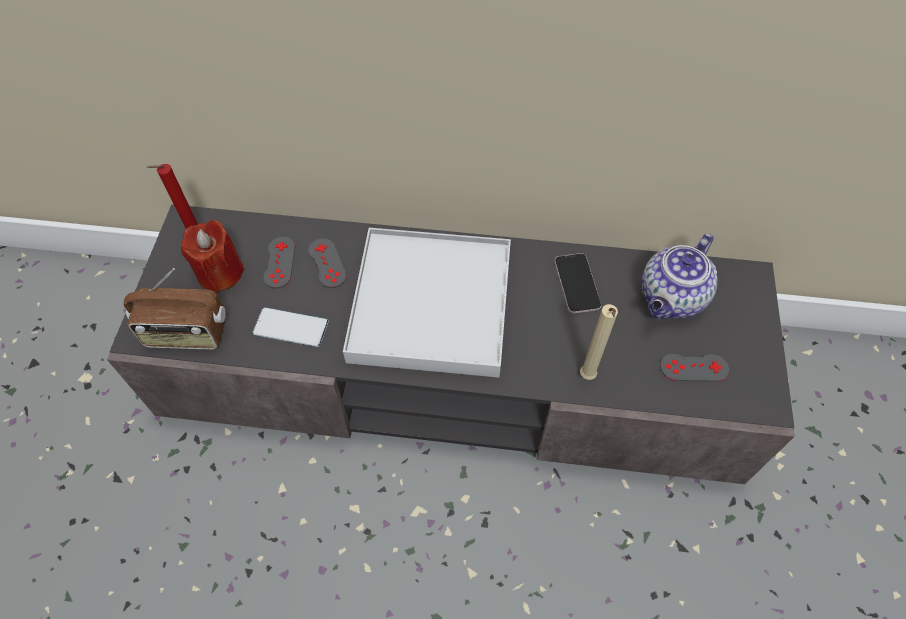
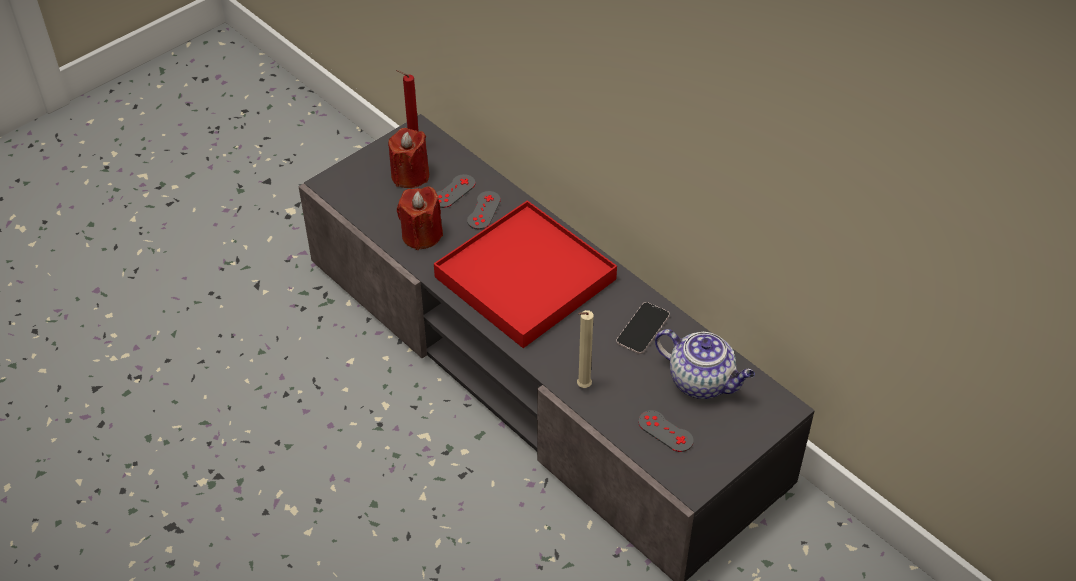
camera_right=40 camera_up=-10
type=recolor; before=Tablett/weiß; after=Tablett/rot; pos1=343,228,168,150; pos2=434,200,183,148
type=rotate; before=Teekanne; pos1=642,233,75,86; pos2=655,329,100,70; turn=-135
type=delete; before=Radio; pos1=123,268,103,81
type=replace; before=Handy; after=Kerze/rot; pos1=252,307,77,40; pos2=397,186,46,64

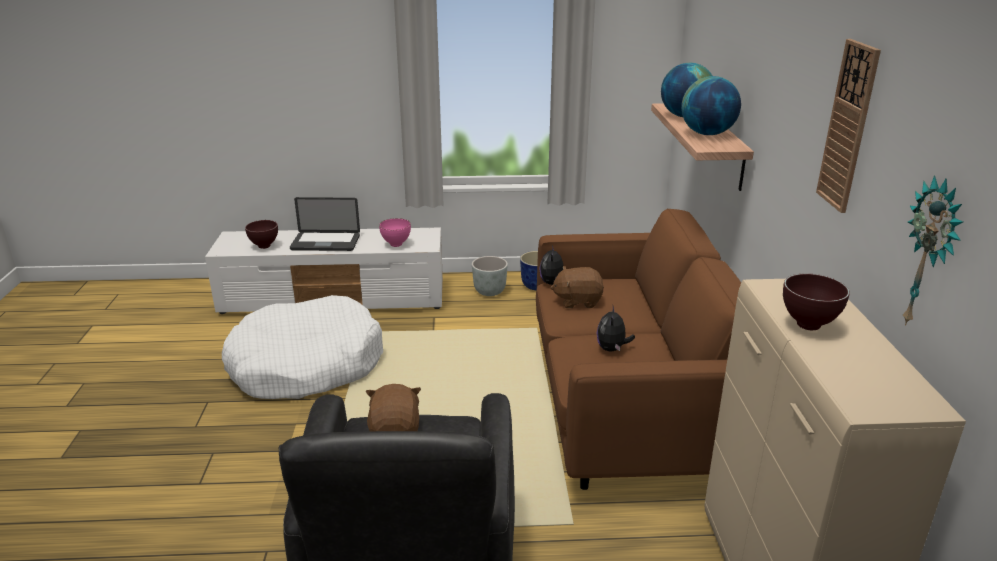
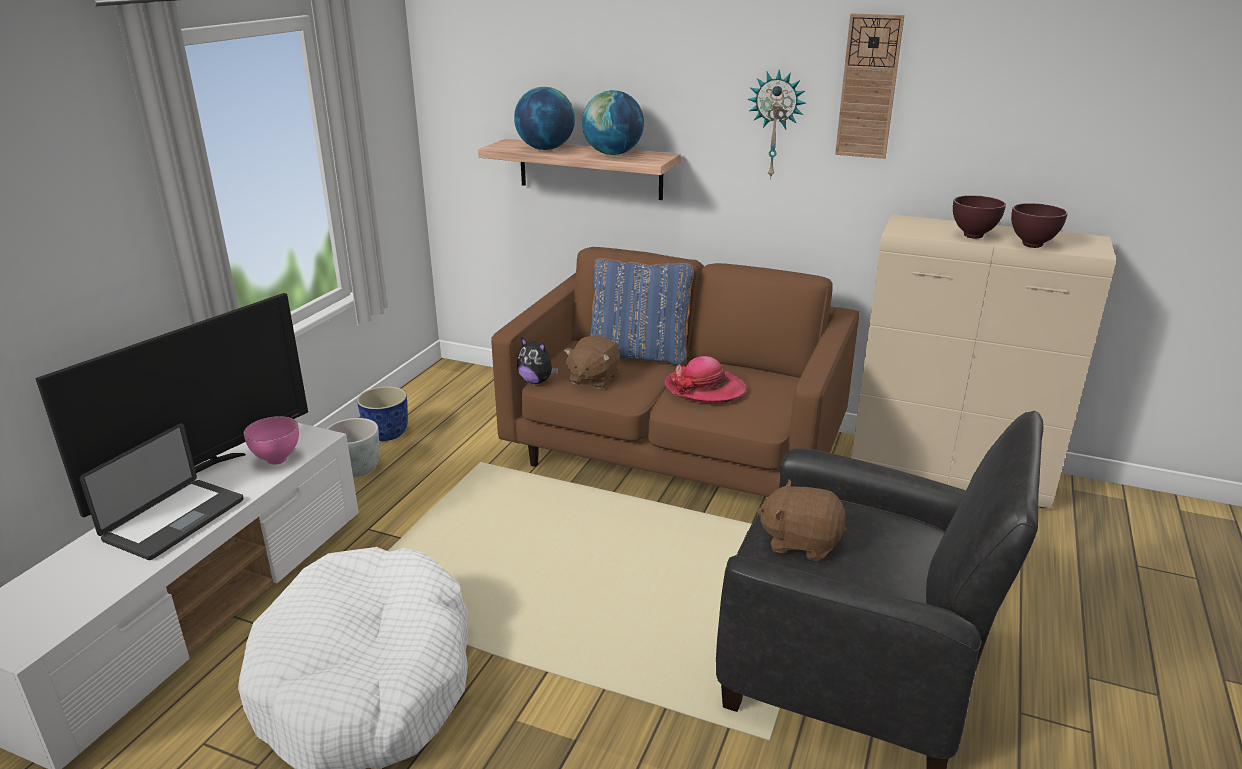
camera_right=-65 camera_up=0
type=move; before=Wanduhr; pos1=902,175,61,151; pos2=747,69,59,110
type=move; before=Schüssel/braun; pos1=245,220,33,29; pos2=1011,203,57,45
type=replace; before=Plüschtier; after=Hut; pos1=597,306,38,45; pos2=664,356,82,47
type=insert; after=Kissen/blau; pos2=590,258,104,107
type=insert; after=Fernseher; pos2=35,293,273,225

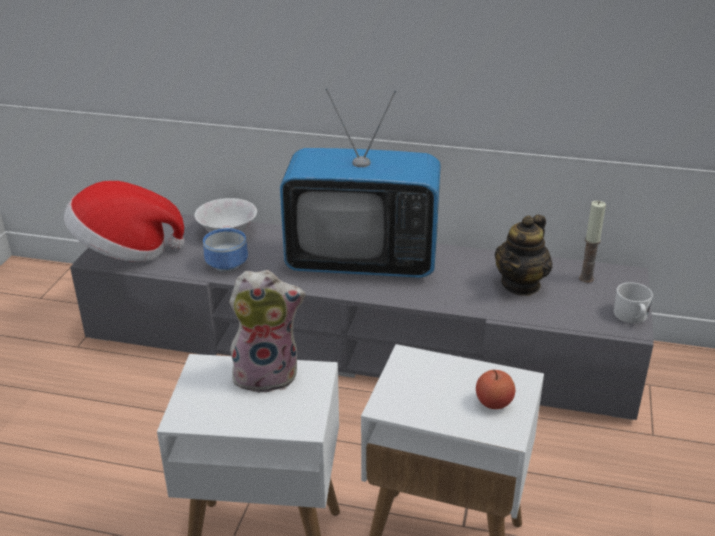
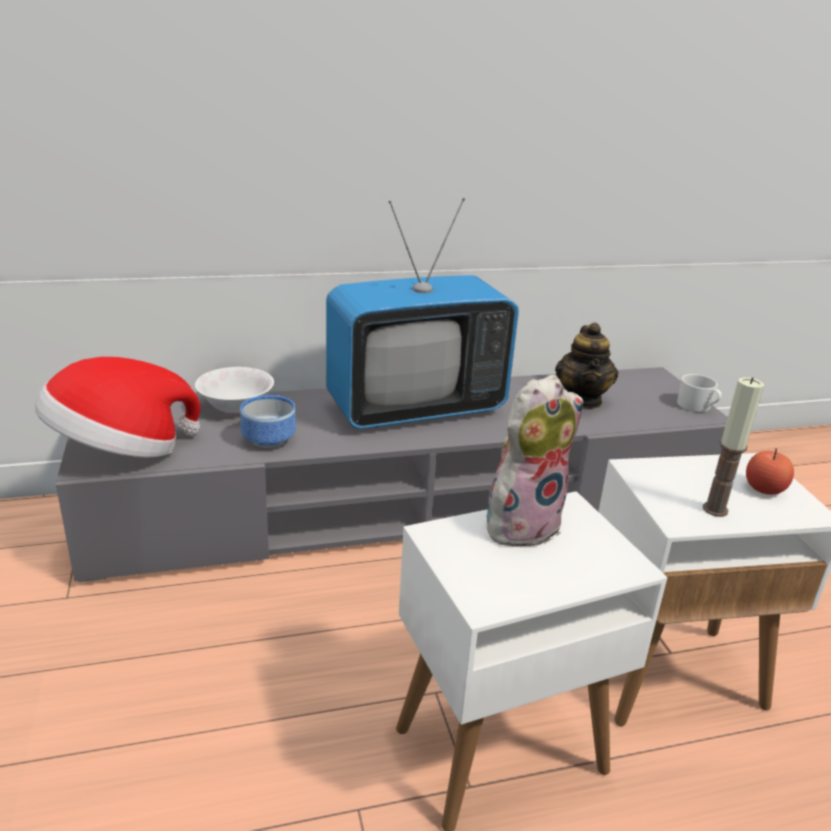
camera_right=-30 camera_up=-5
type=move; before=Kerze; pos1=579,201,27,82; pos2=703,377,61,140

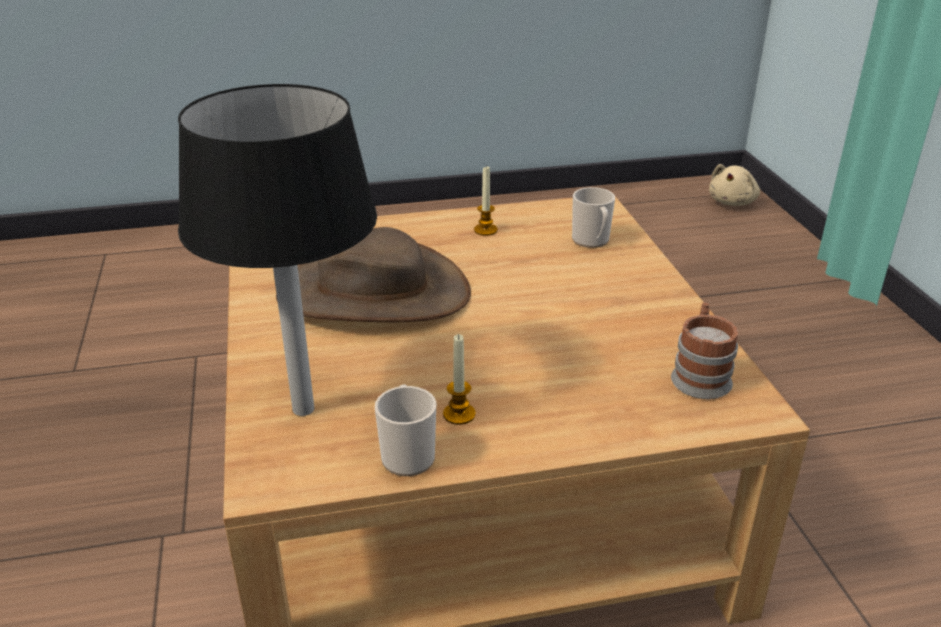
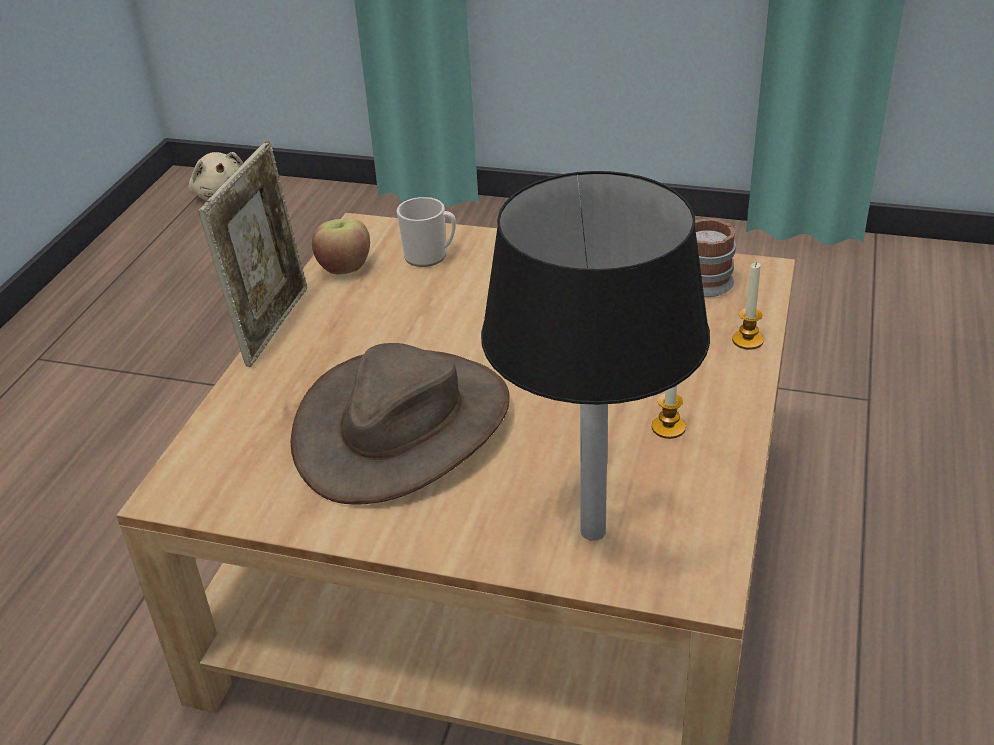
camera_right=-60 camera_up=5
type=move; before=Kerze; pos1=474,165,24,71; pos2=732,263,32,87
type=delete; before=Henkelbecher; pos1=375,385,61,91
type=insert; after=Bilderrahmen; pos2=198,141,109,226
type=insert; after=Apfel; pos2=312,219,58,55

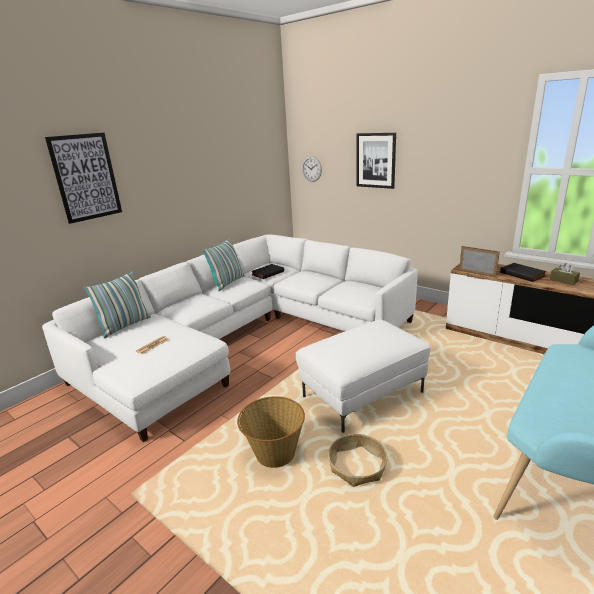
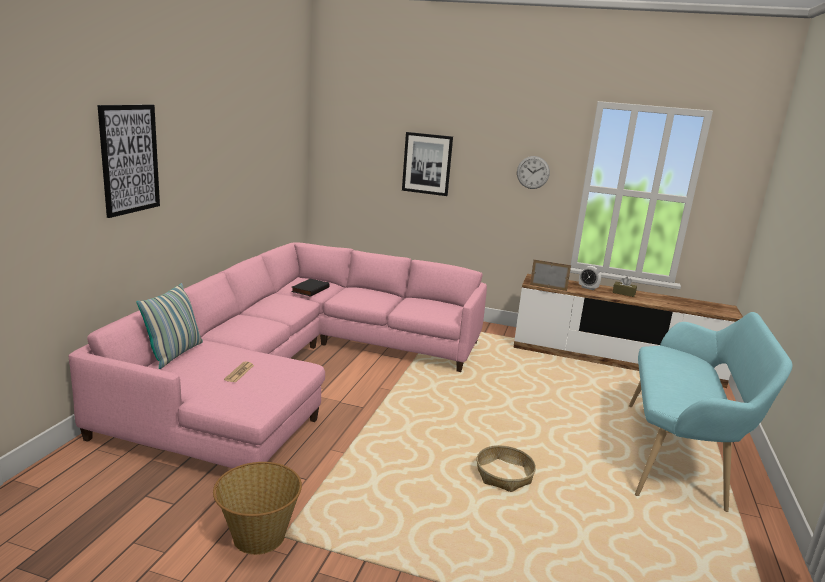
camera_right=-25 camera_up=-5
type=move; before=Wanduhr; pos1=302,156,20,26; pos2=517,156,33,33
type=recolor; before=Sofa/weiß; after=Sofa/rosa; pos1=42,234,376,208; pos2=68,242,419,226
type=delete; before=Kissen; pos1=202,238,43,53
type=replace; before=Buch/schwarz; after=Wecker; pos1=500,263,47,19; pos2=579,266,22,24
type=delete; before=Polsterhocker/weiß; pos1=296,319,134,114
type=move; before=Korb; pos1=237,396,68,72; pos2=213,462,89,93

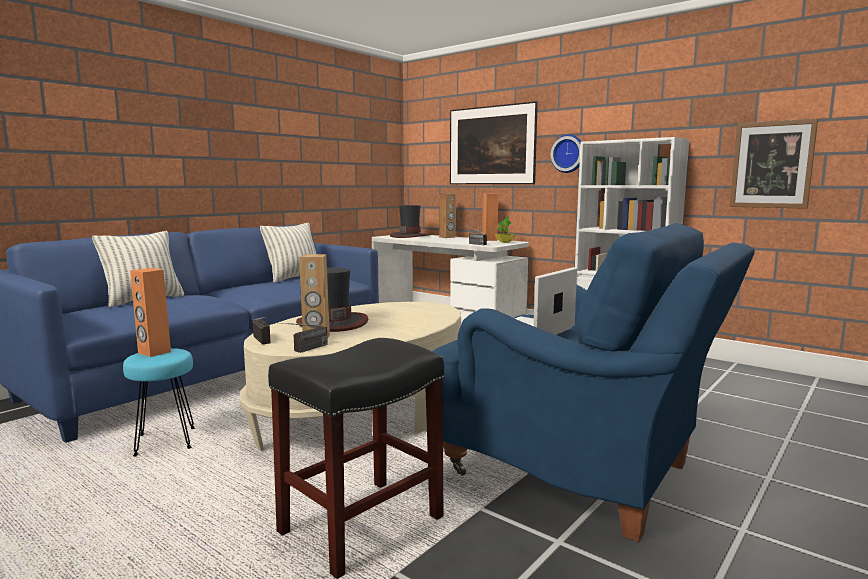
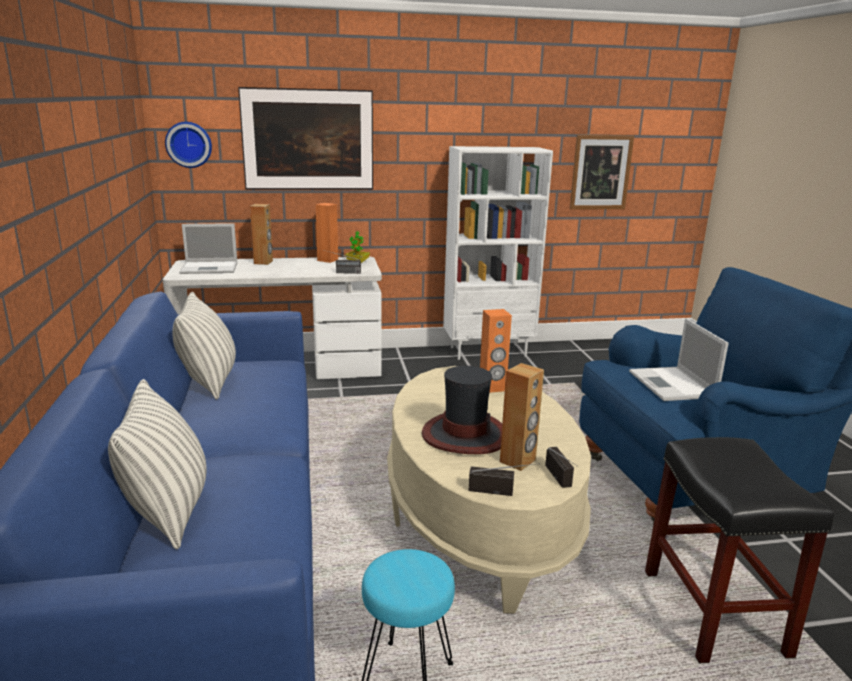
camera_right=-50 camera_up=10
type=move; before=Wanduhr; pos1=551,134,31,39; pos2=165,122,47,46
type=replace; before=Hut; after=Laptop; pos1=390,205,40,33; pos2=179,223,58,51
type=move; before=Lautsprecher/orange; pos1=130,268,41,89; pos2=480,309,32,84

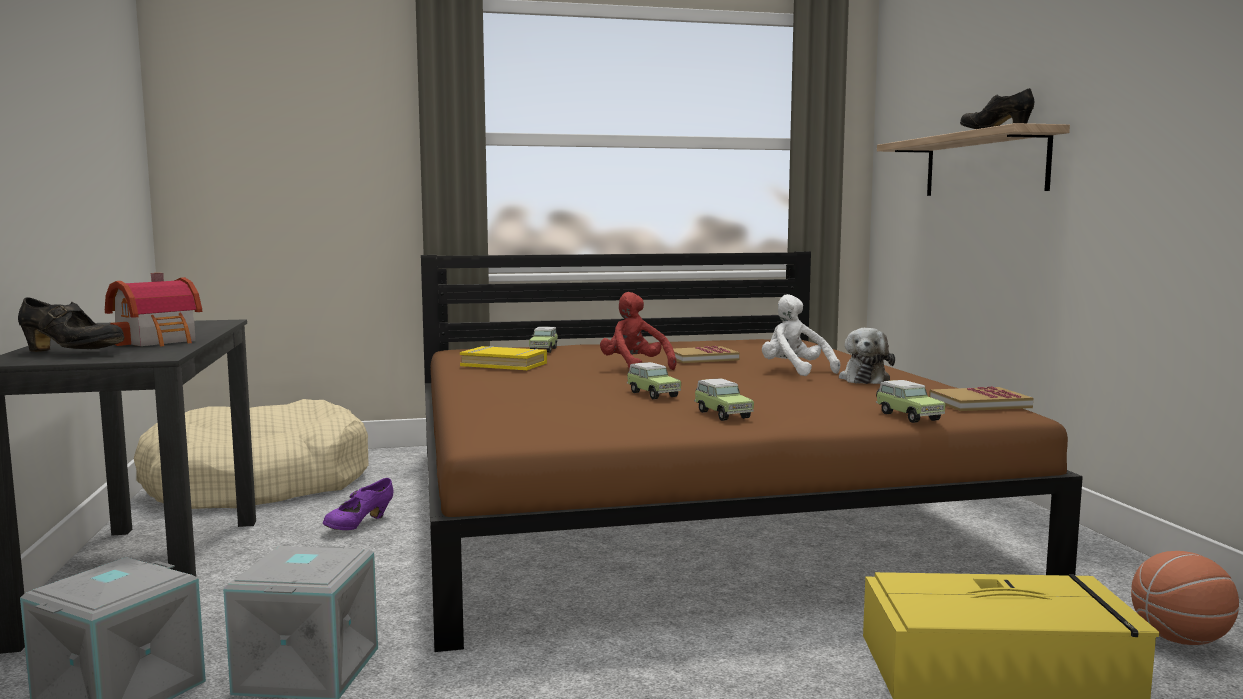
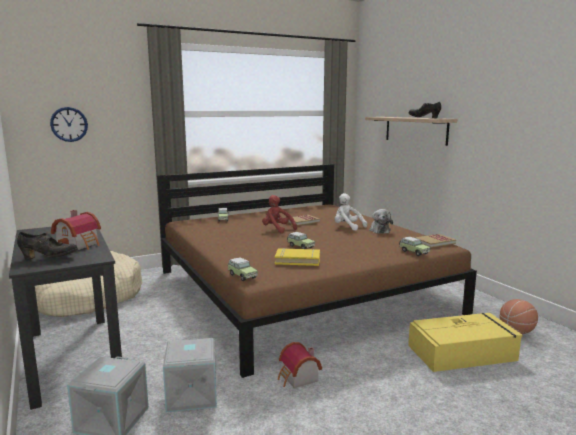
camera_right=-15 camera_up=5
type=move; before=Buch/gelb; pos1=460,346,87,24; pos2=275,248,45,18
type=move; before=Spielzeugauto; pos1=694,379,60,42; pos2=228,257,30,24
type=delete; before=Schuh/lila; pos1=323,478,70,52
type=insert; after=Wanduhr; pos2=50,107,38,35
type=insert; after=Spielzeughaus; pos2=278,342,44,46

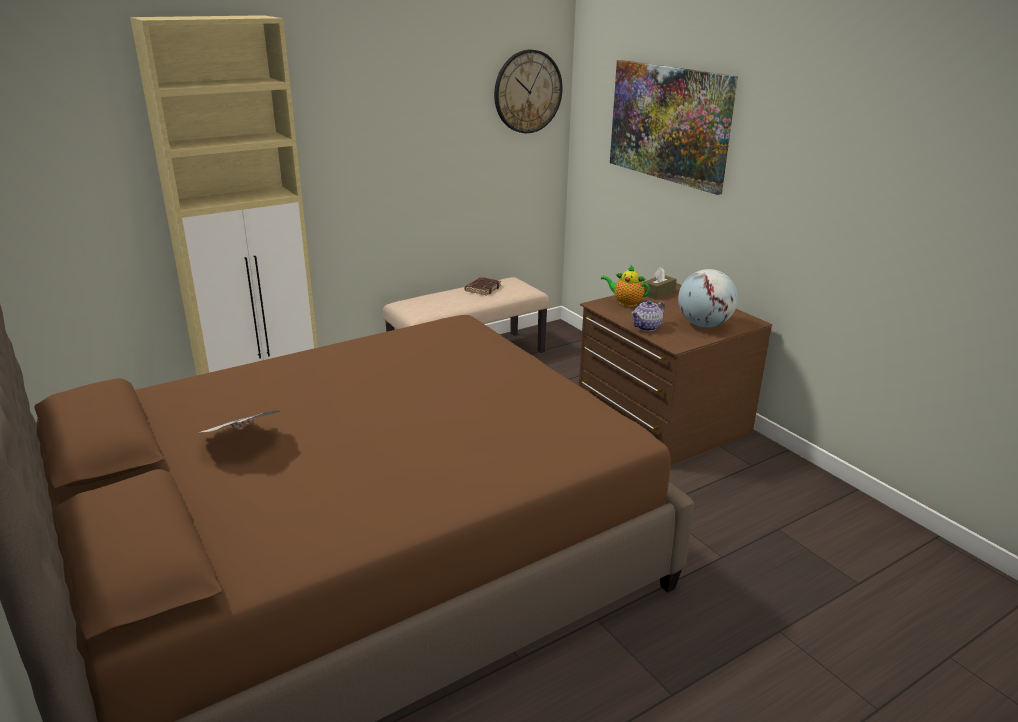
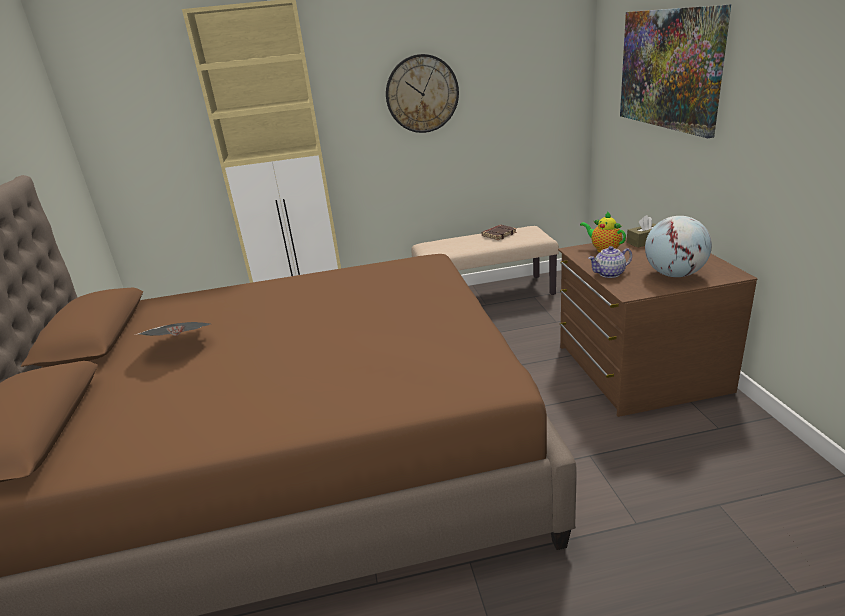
camera_right=25 camera_up=0
type=move; before=Wanduhr; pos1=494,50,69,83; pos2=386,54,73,79

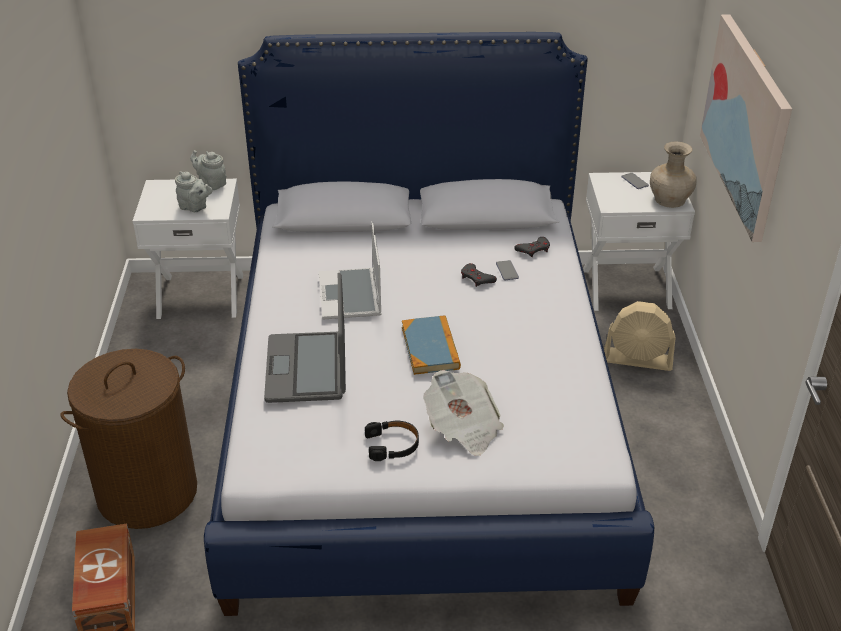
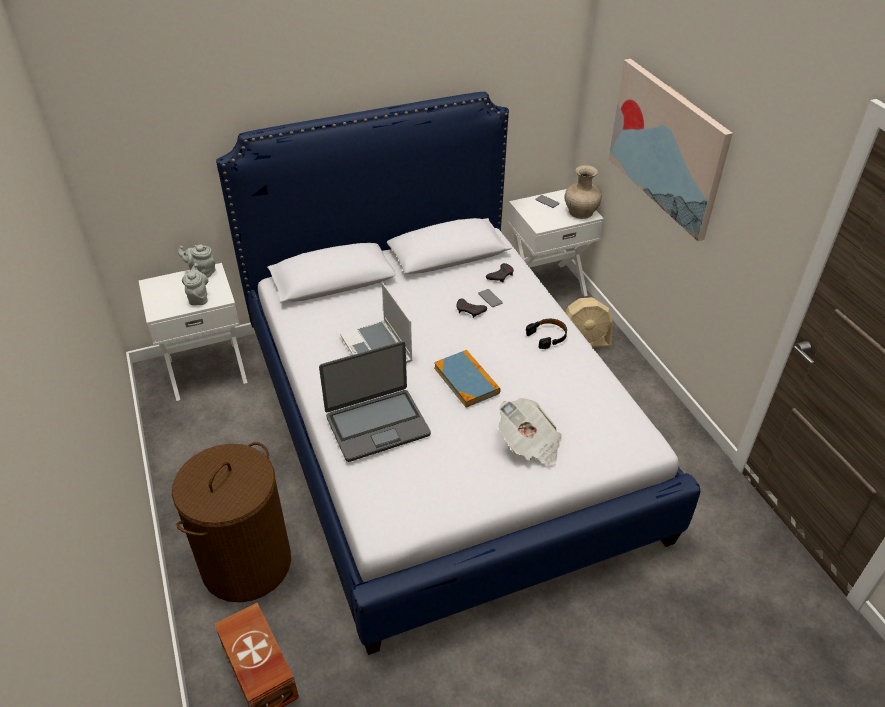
camera_right=-20 camera_up=5
type=rotate; before=Teekanne/grau; pos1=175,171,38,41; pos2=182,263,26,42; turn=-105
type=rotate; before=Laptop; pos1=264,273,82,130; pos2=319,341,112,121; turn=-90
type=move; before=Kopfhörer/schwarz; pos1=365,421,54,40; pos2=526,319,41,30

